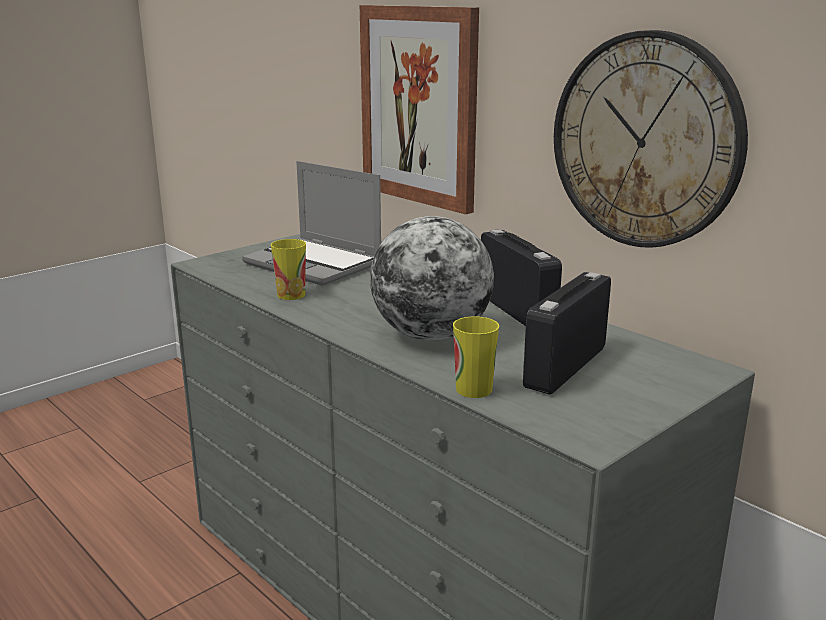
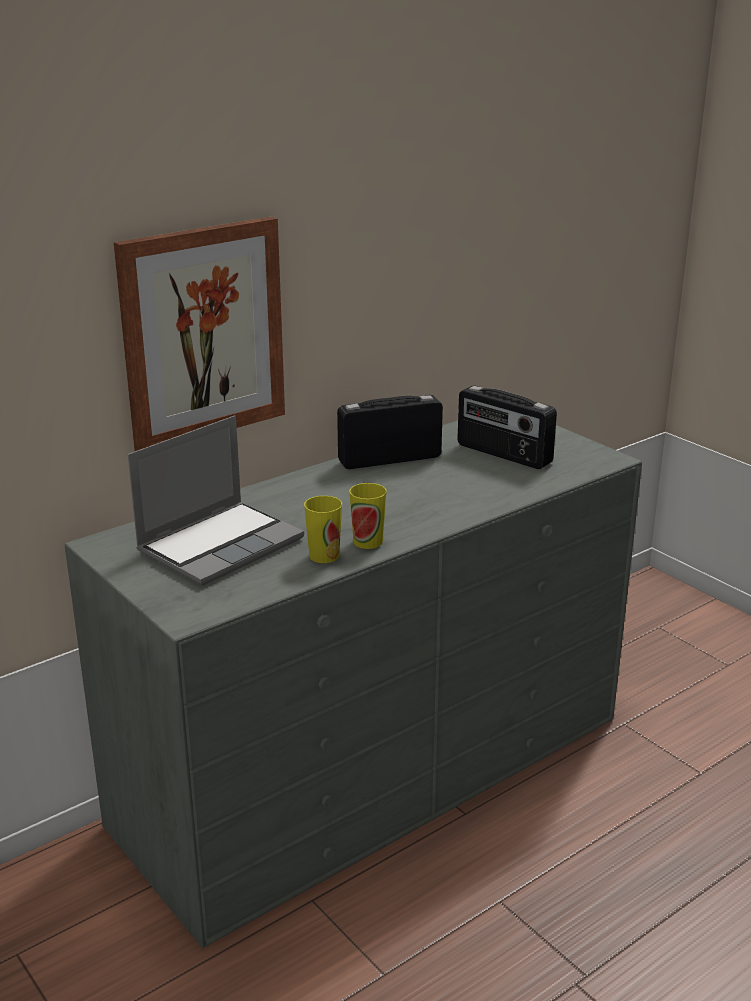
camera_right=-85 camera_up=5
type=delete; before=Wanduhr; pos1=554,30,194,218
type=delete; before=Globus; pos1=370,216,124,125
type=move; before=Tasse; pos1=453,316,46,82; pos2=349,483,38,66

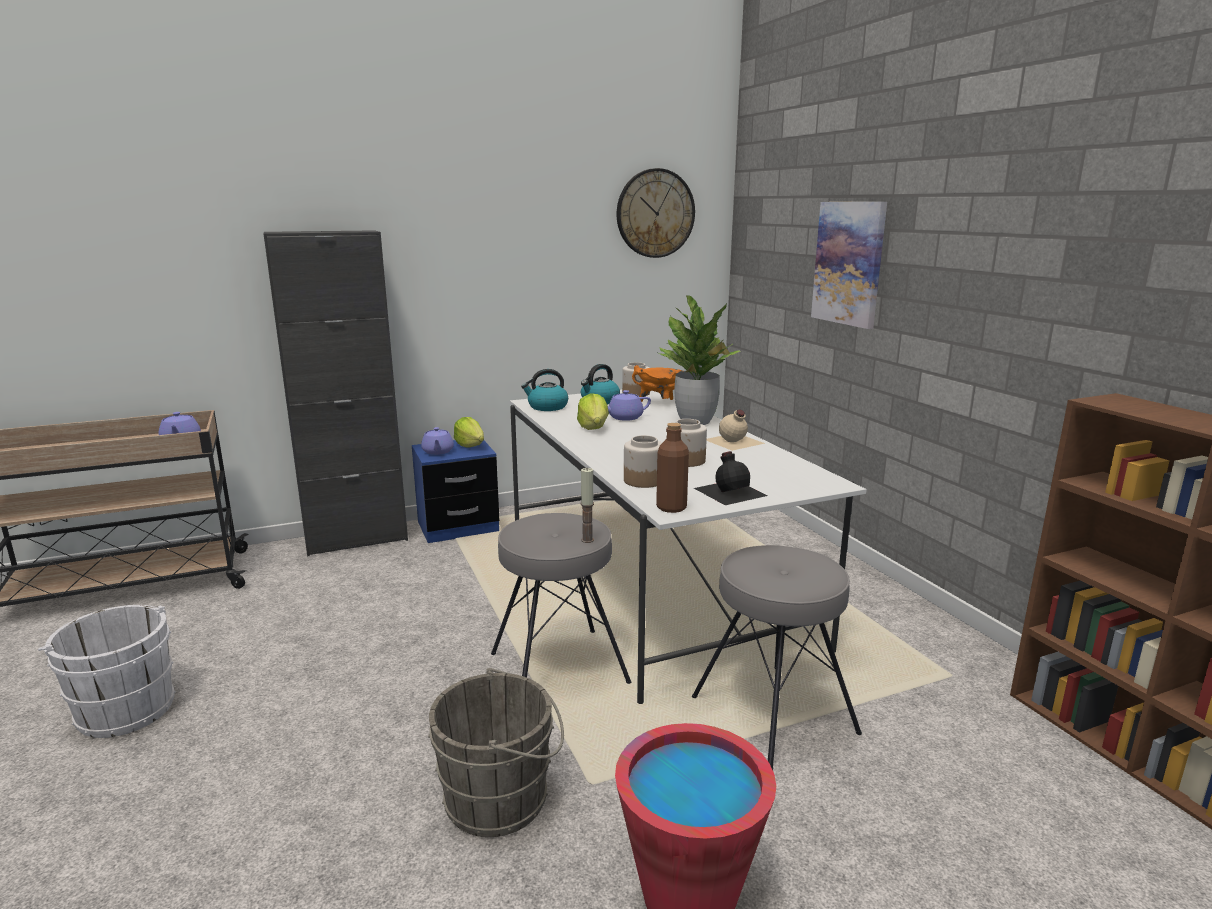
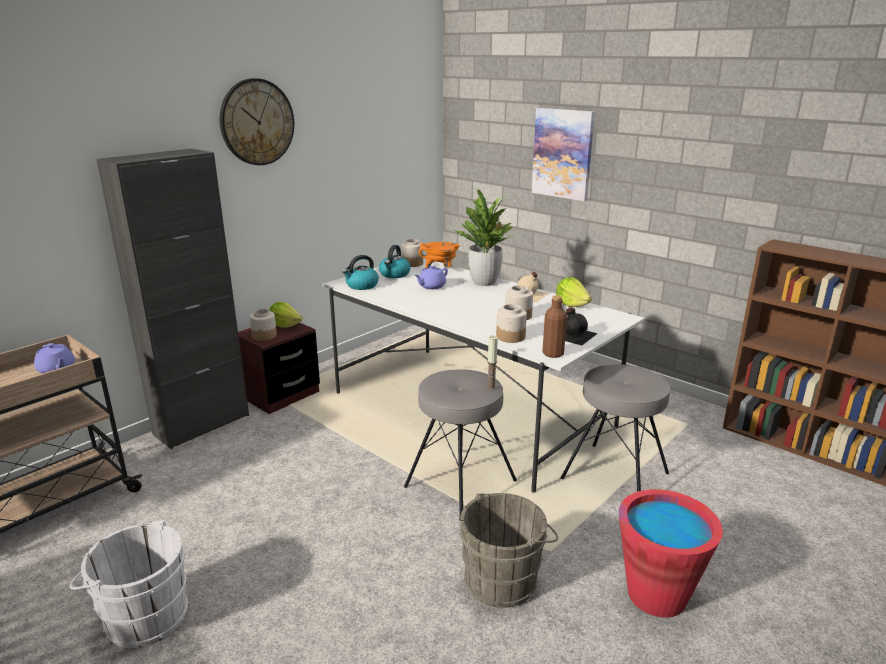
camera_right=-25 camera_up=5
type=move; before=Wanduhr; pos1=617,168,78,90; pos2=220,78,74,87
type=move; before=Salatkopf; pos1=577,393,32,37; pos2=556,277,36,30
type=replace; before=Teekanne/lila; after=Vorratsglas; pos1=421,427,33,28; pos2=250,309,27,32
type=recolor; before=Nachttisch/blau; after=Nachttisch/braun; pos1=412,440,87,103; pos2=238,323,82,91

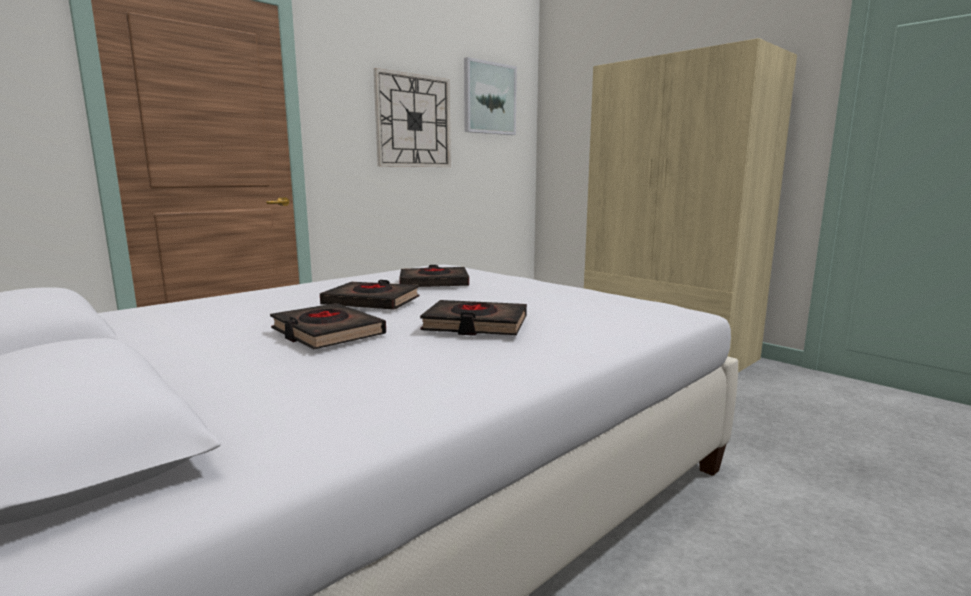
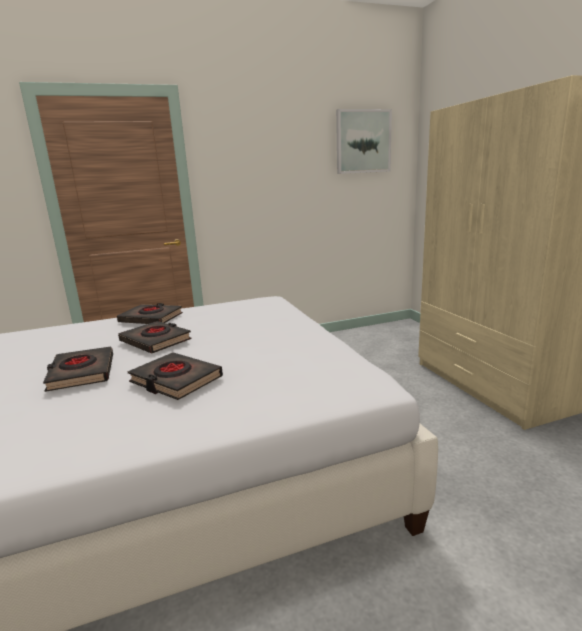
camera_right=25 camera_up=5
type=delete; before=Wanduhr; pos1=374,68,77,99
type=move; before=Buch/schwarz; pos1=399,265,70,22; pos2=117,303,66,21

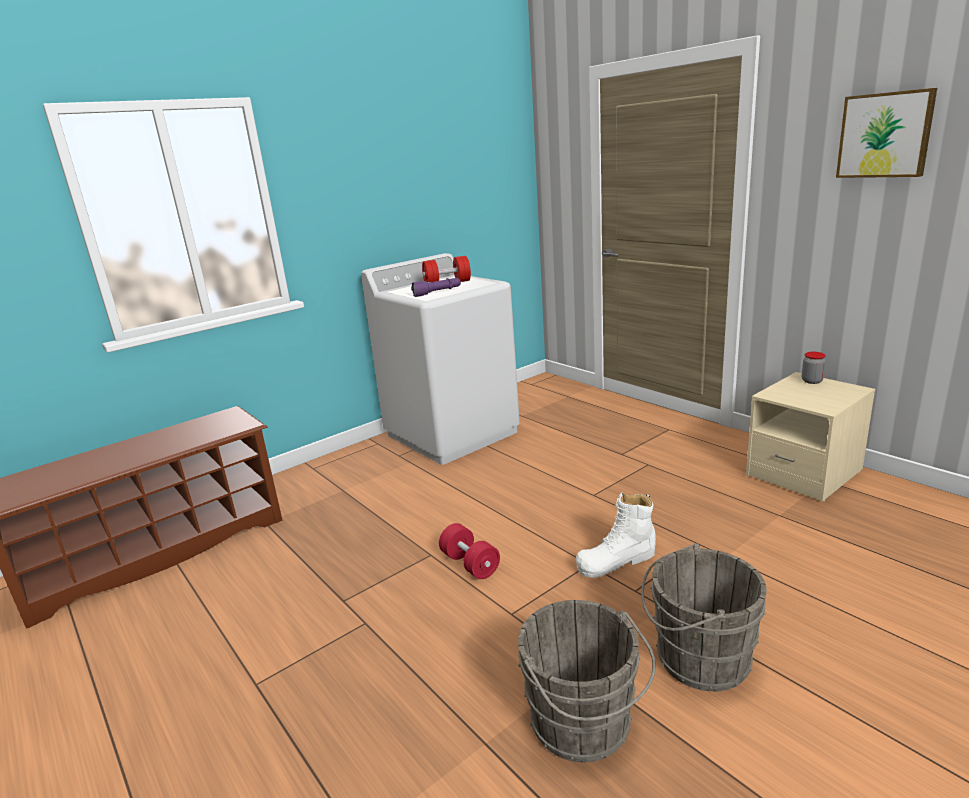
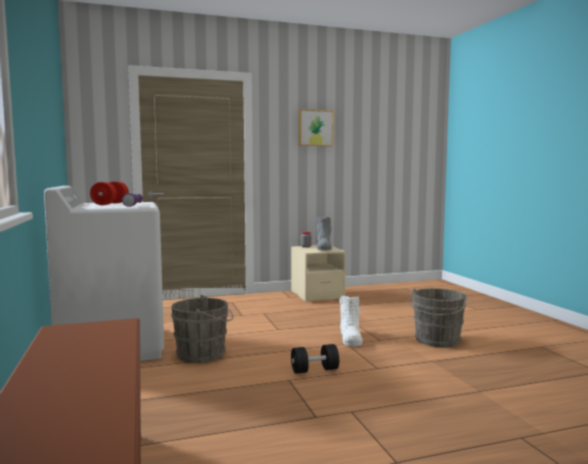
camera_right=-70 camera_up=-15
type=recolor; before=Hantel/rot; after=Hantel/schwarz; pos1=439,523,61,56; pos2=291,344,48,30
type=move; before=Eimer/grau; pos1=518,600,138,162; pos2=171,295,62,68
type=insert; after=Stiefel/grau; pos2=316,217,16,33

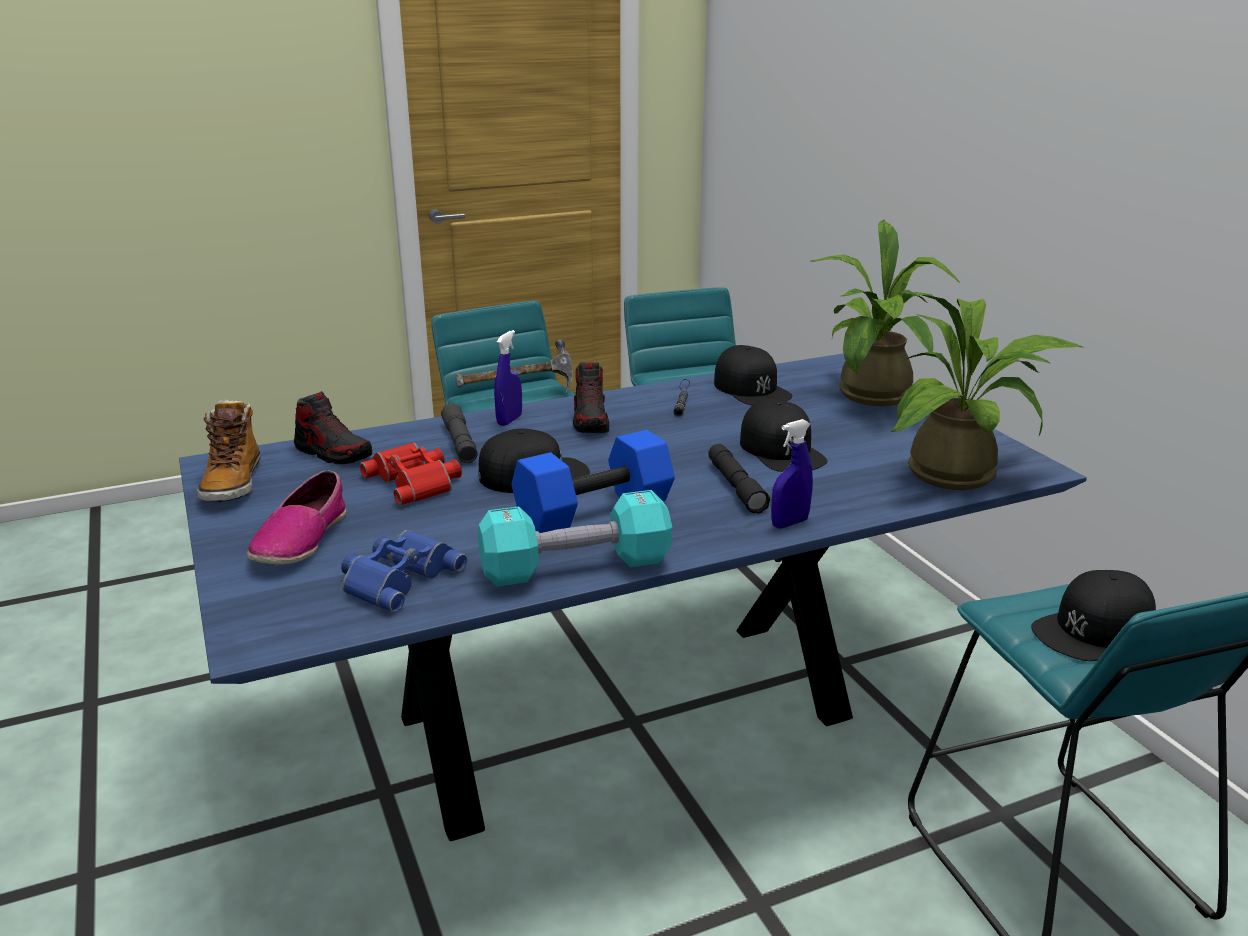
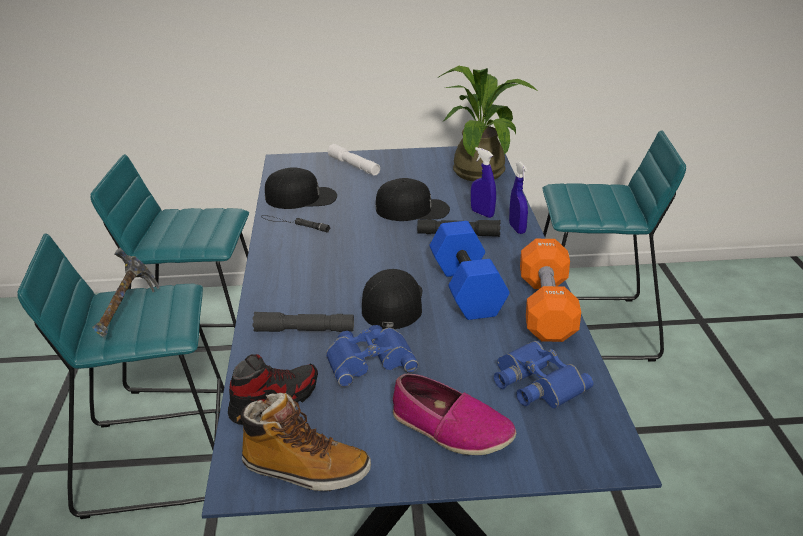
camera_right=-70 camera_up=5
type=replace; before=Topfpflanze; after=Taschenlampe/weiß; pos1=811,220,149,186; pos2=327,144,53,32
type=move; before=Sprühflasche/blau; pos1=494,330,28,96; pos2=471,147,25,71
type=delete; before=Schuh; pos1=573,362,36,71
type=recolor; before=Fernglas/rot; after=Fernglas/blau; pos1=360,443,102,62; pos2=326,325,93,62
type=recolor; before=Hantel/türkis; after=Hantel/orange; pos1=478,490,194,97; pos2=520,239,61,103
type=delete; before=Kappe/schwarz; pos1=1031,570,125,91

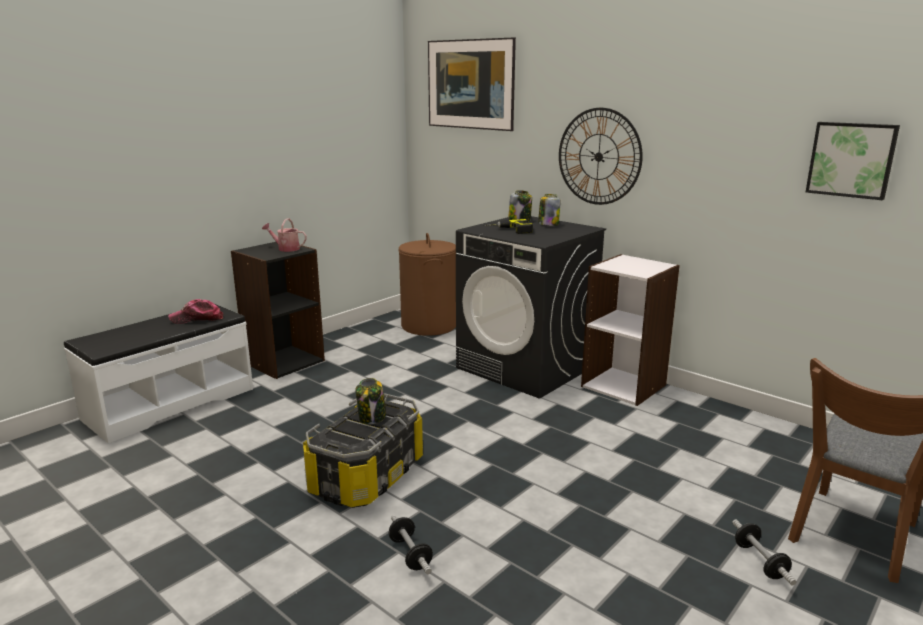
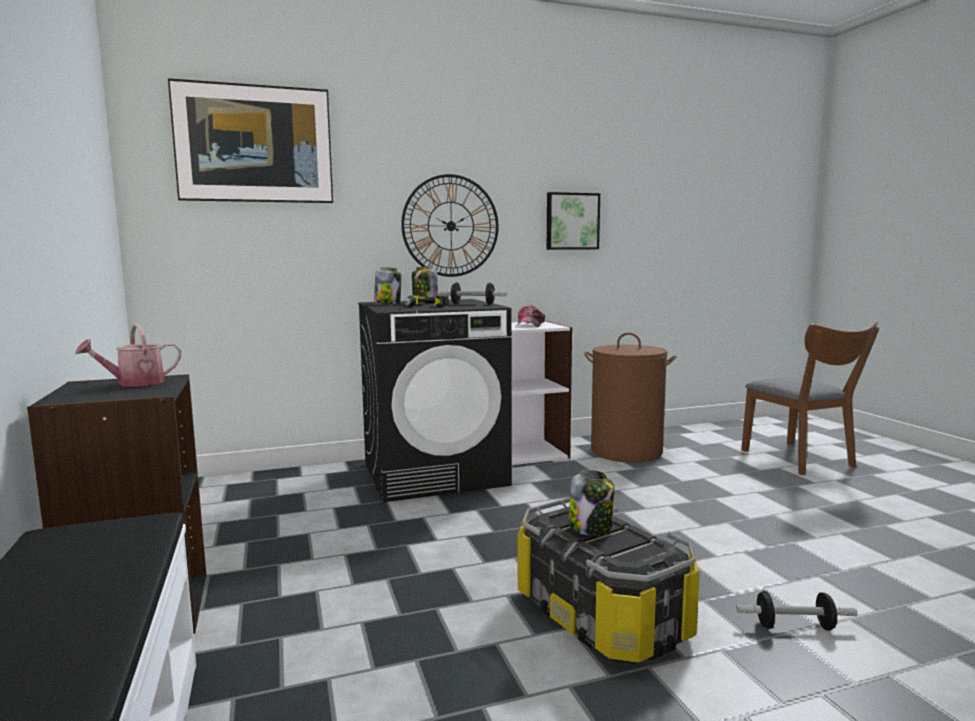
camera_right=-60 camera_up=-10
type=move; before=Bild; pos1=806,122,94,78; pos2=547,192,53,58
type=move; before=Wäschekorb/braun; pos1=399,233,57,103; pos2=584,333,93,130
type=move; before=Kappe; pos1=168,299,55,25; pos2=517,305,28,22
type=move; before=Hantel; pos1=732,519,65,66; pos2=439,282,69,23

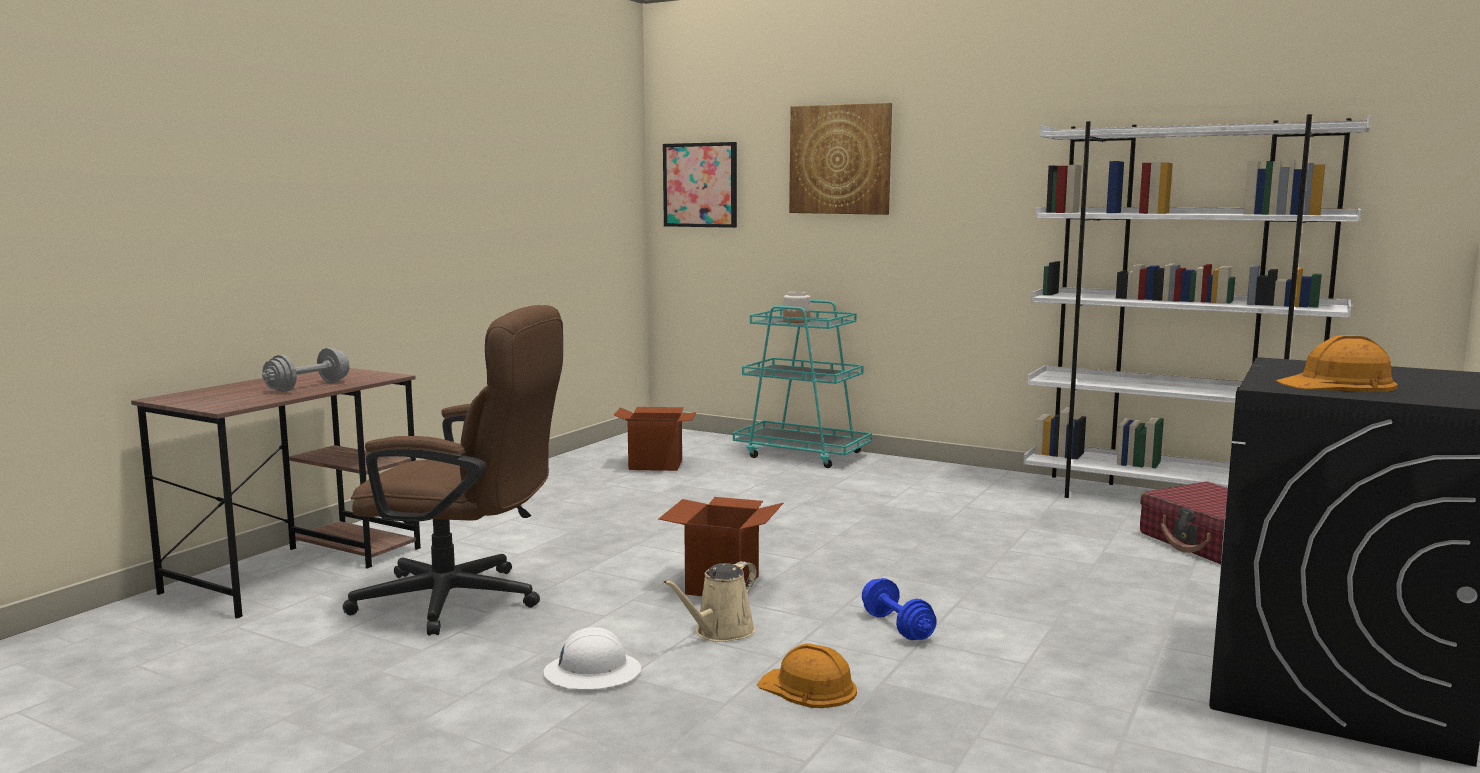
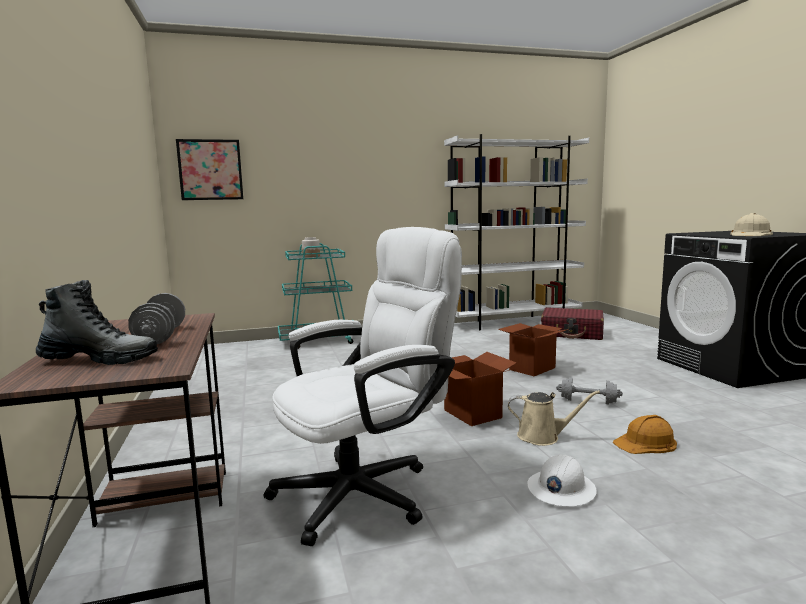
camera_right=-45 camera_up=0
type=delete; before=Bild; pos1=789,103,103,112
type=recolor; before=Bürostuhl/braun; after=Bürostuhl/weiß; pos1=343,305,220,330; pos2=264,227,198,319
type=recolor; before=Schutzhelm/orange; after=Schutzhelm/beige; pos1=1276,335,122,57; pos2=730,213,43,23
type=move; before=Karton; pos1=614,407,82,64; pos2=498,323,71,53
type=rotate; before=Gießkanne/beige; pos1=663,561,94,81; pos2=508,390,92,56; turn=-75
type=recolor; before=Hantel/blau; after=Hantel/grau; pos1=862,578,75,62; pos2=556,377,67,28
type=insert; after=Stiefel; pos2=36,280,122,85

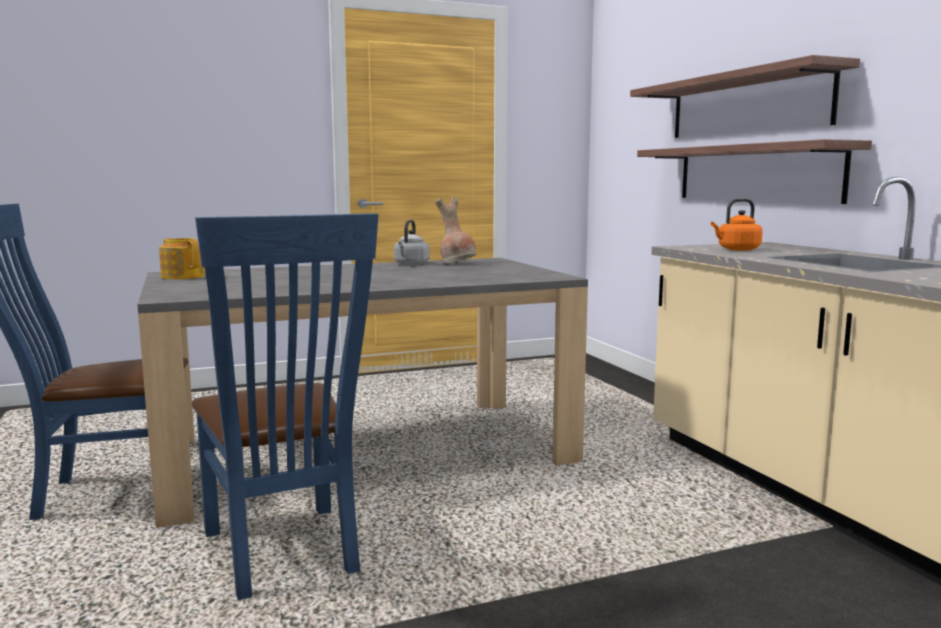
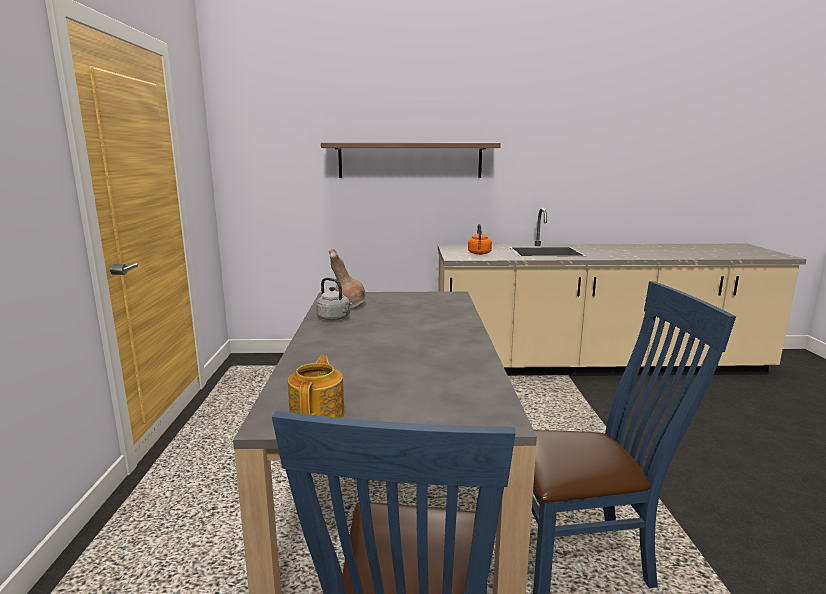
camera_right=-70 camera_up=5
type=delete; before=Wandregal; pos1=637,139,235,65
type=rotate; before=Teekanne; pos1=159,238,46,41; pos2=288,355,56,63; turn=120

